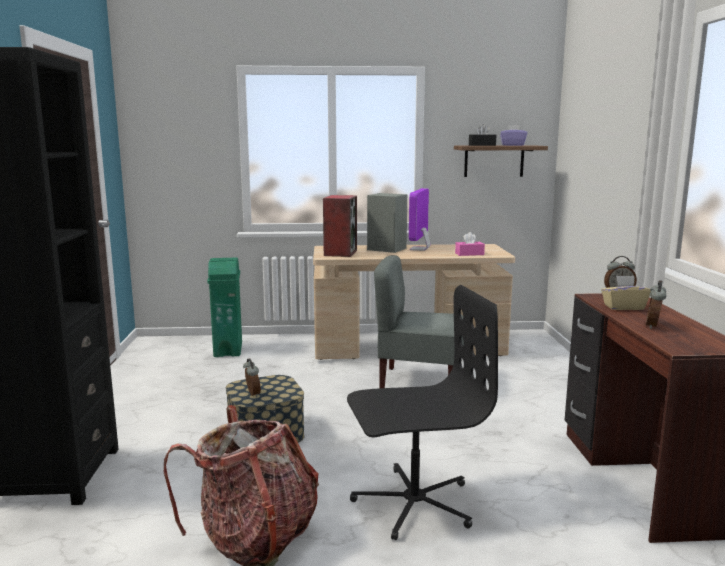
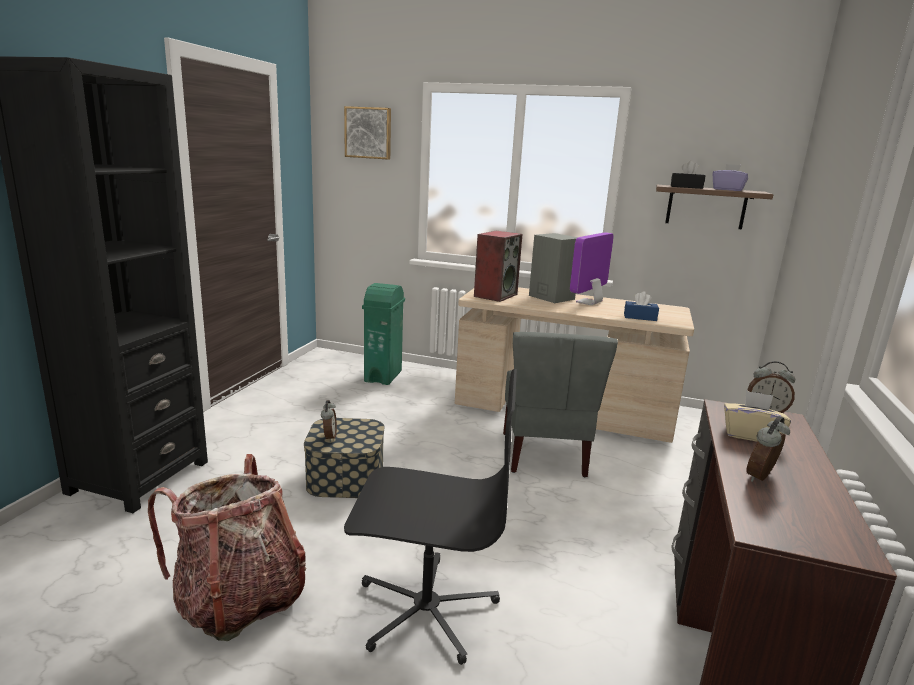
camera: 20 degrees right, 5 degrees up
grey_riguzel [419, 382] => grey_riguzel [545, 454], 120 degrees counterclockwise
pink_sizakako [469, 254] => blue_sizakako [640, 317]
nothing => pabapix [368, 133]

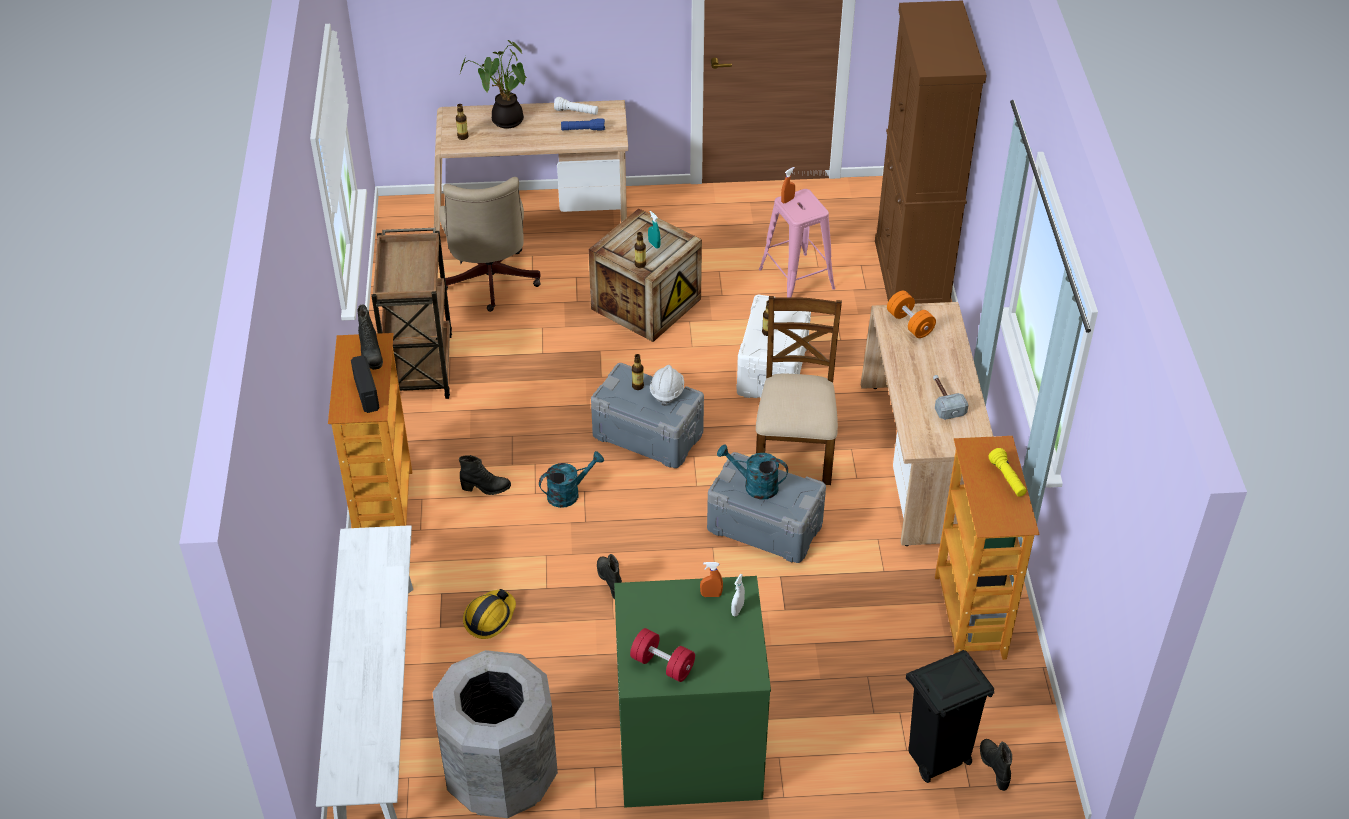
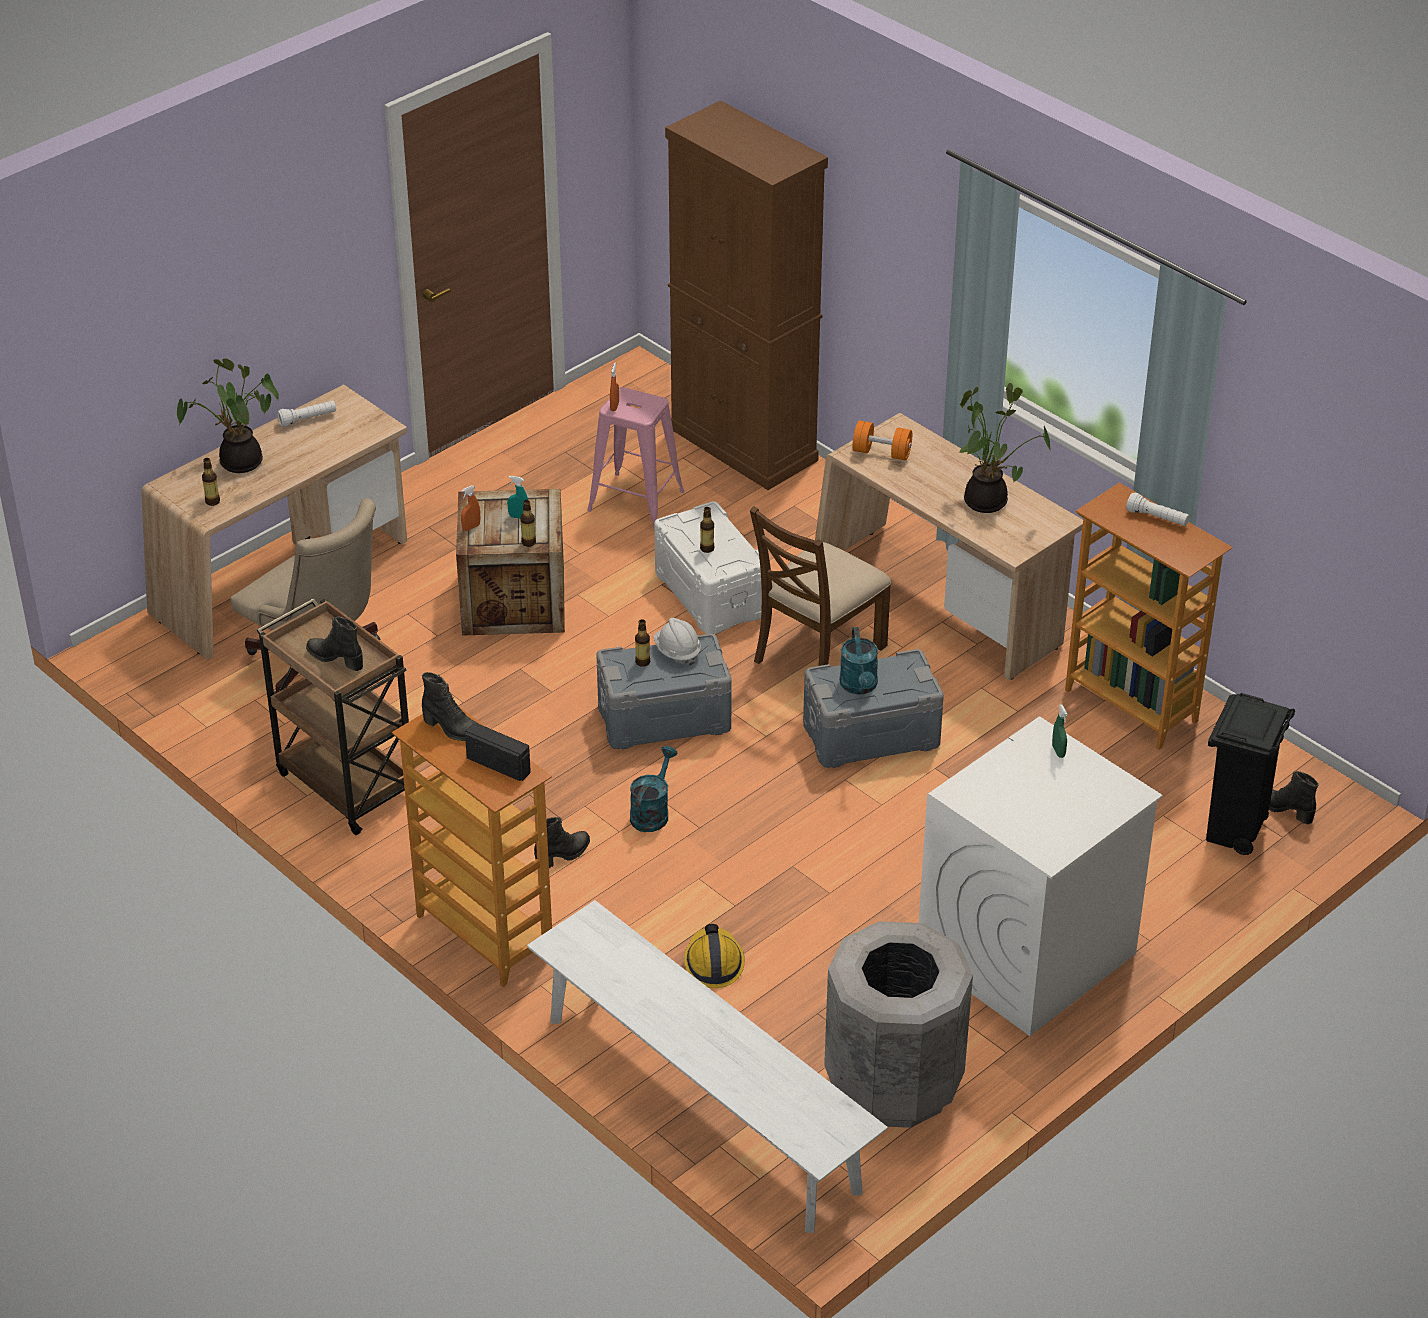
camera: 40 degrees left, 5 degrees down
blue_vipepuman [583, 130] => nothing
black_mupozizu [610, 580] => black_mupozizu [335, 658], moved
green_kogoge [687, 748] => white_kogoge [1026, 955]
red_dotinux [662, 664] => nothing
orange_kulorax [711, 595] => orange_kulorax [471, 527], moved
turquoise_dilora [754, 486] => turquoise_dilora [860, 687], 75 degrees counterclockwise
white_kulorax [737, 610] => green_kulorax [1058, 751]
brown_riguzel [795, 449] => brown_riguzel [817, 653], 105 degrees counterclockwise
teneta [944, 400] => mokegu [989, 501]
yellow_vipepuman [1007, 479] => white_vipepuman [1157, 518]

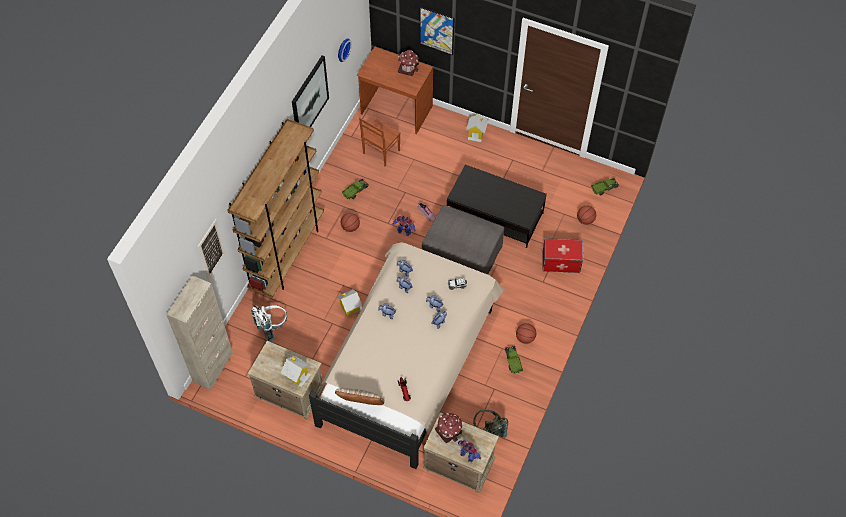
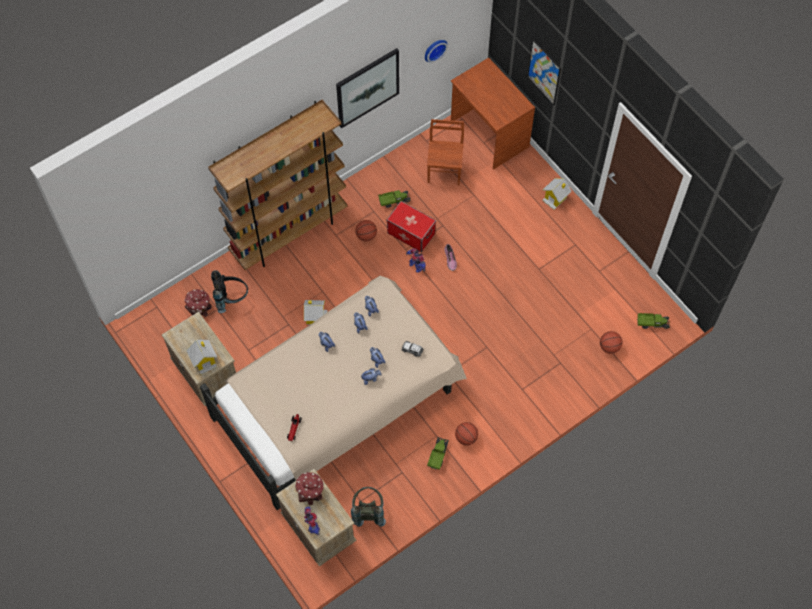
camera: 30 degrees right, 5 degrees up
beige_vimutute [213, 367] => nothing
pabapix [211, 249] => nothing
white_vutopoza [272, 326] => black_vutopoza [231, 299]
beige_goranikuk [361, 405] => nothing
brown_riguzel [380, 152] => brown_riguzel [445, 171], 120 degrees clockwise
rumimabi [408, 68] => rumimabi [199, 307], moved
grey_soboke [461, 254] => nothing
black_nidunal [494, 215] => nothing
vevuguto [561, 262] => vevuguto [411, 233], moved

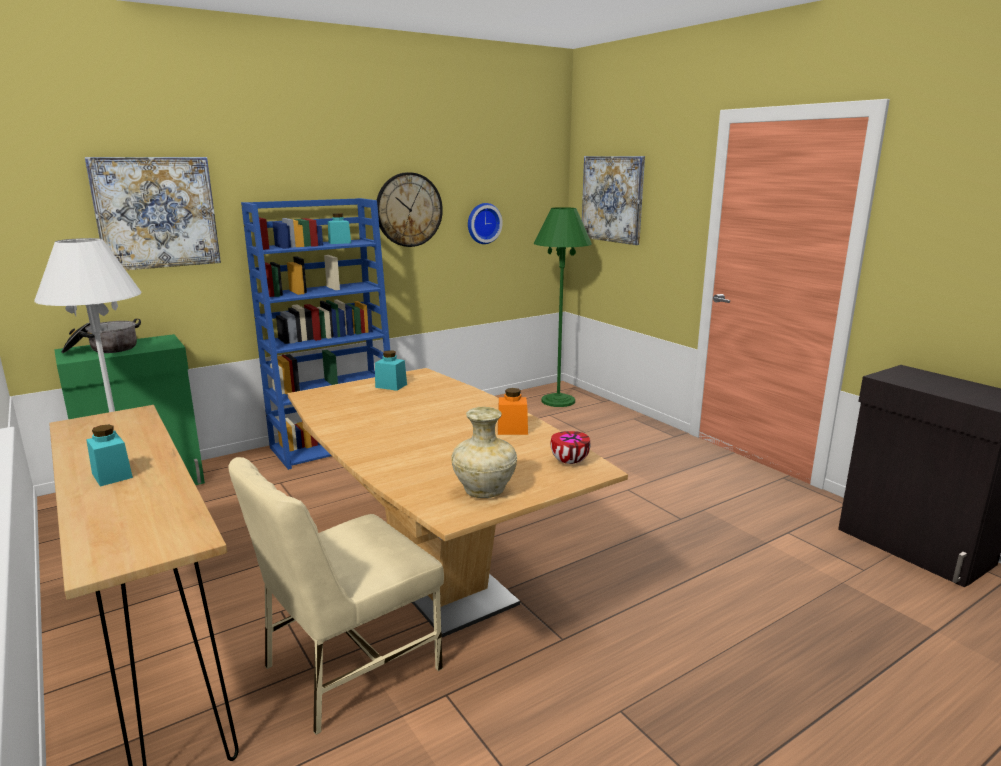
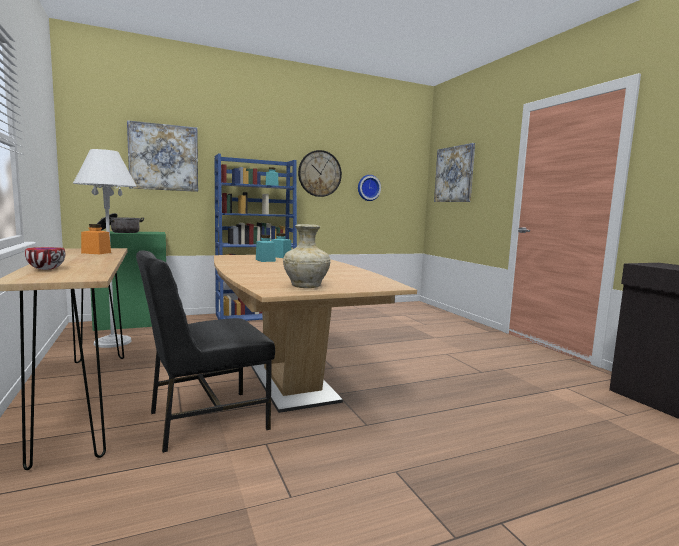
camera: 10 degrees right, 10 degrees down
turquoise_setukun [112, 475] => turquoise_setukun [265, 260], moved
beige_riguzel [348, 667] => black_riguzel [205, 420]
orange_setukun [512, 430] => orange_setukun [96, 253], moved
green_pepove [558, 401] => nothing
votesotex [568, 461] => votesotex [46, 269], moved

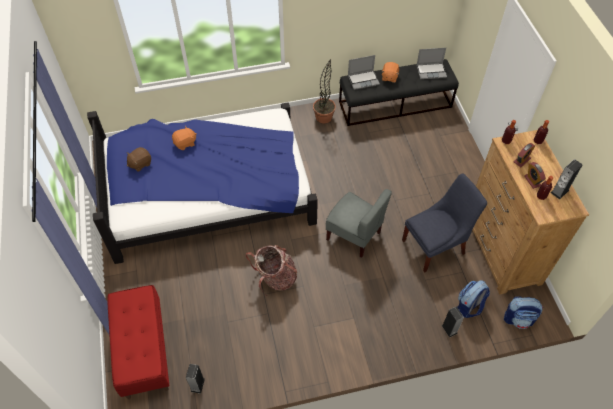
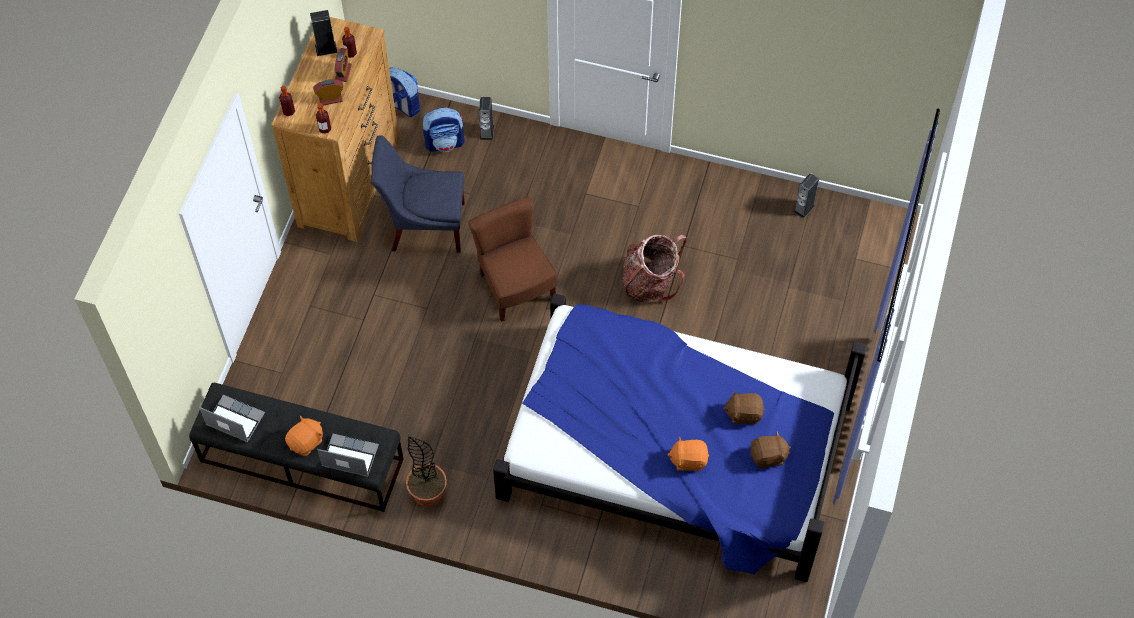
camera: 150 degrees left, 5 degrees up
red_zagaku [143, 350] => nothing
grey_riguzel [354, 235] => brown_riguzel [516, 287]
nothing => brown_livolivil [744, 413]

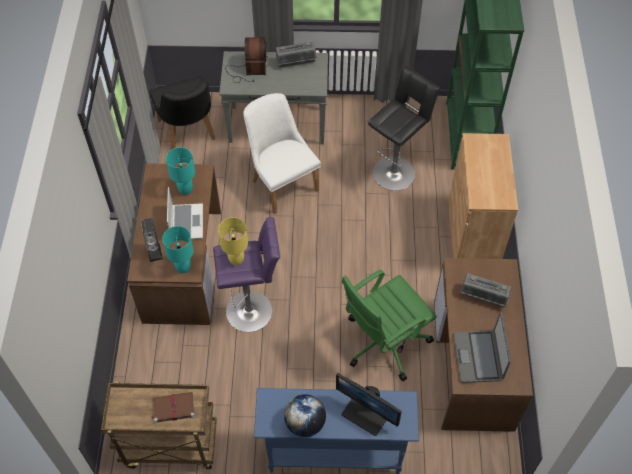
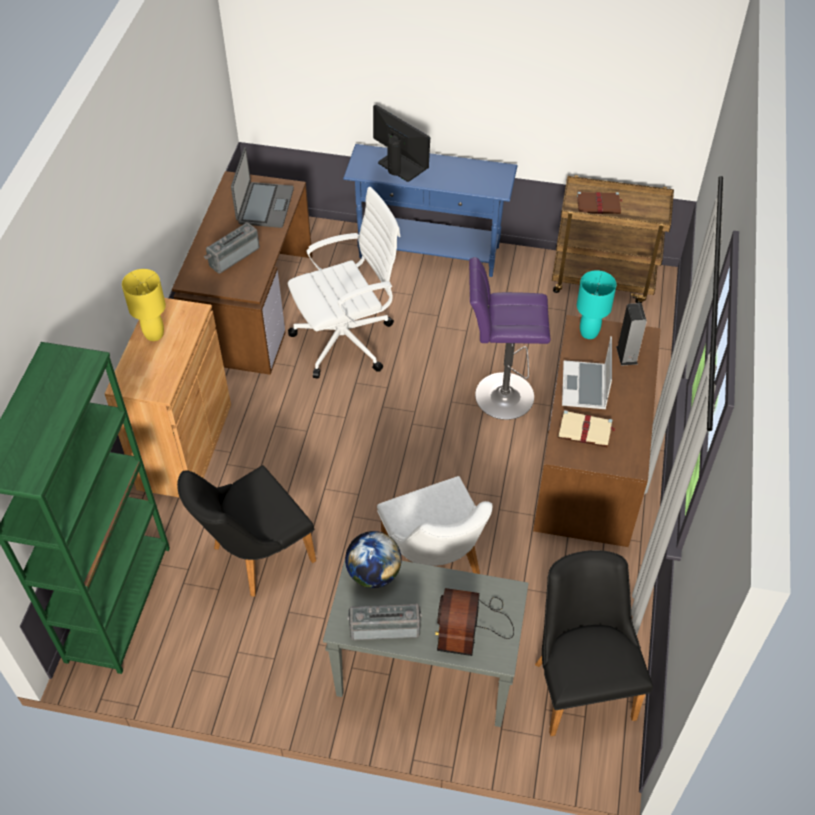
camera: 170 degrees left, 5 degrees down
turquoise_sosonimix [185, 190] => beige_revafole [586, 431]
yellow_sosonimix [236, 260] => yellow_sosonimix [154, 334], moved
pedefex [305, 423] => pedefex [374, 573], moved
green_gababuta [383, 343] => white_gababuta [347, 340]
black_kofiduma [395, 171] => black_riguzel [254, 557]
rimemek [483, 298] => rimemek [232, 256], 75 degrees counterclockwise

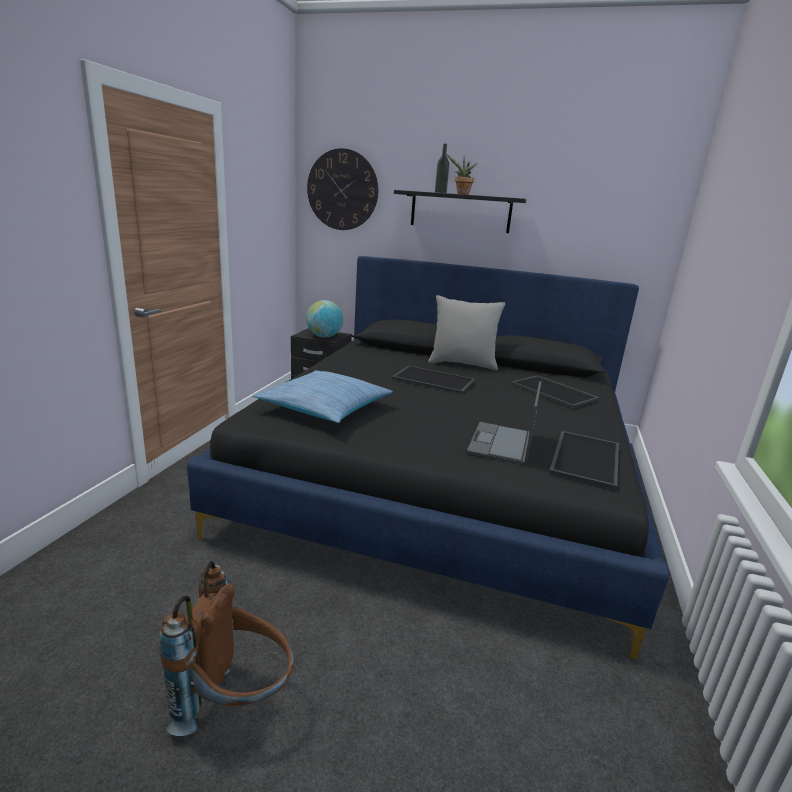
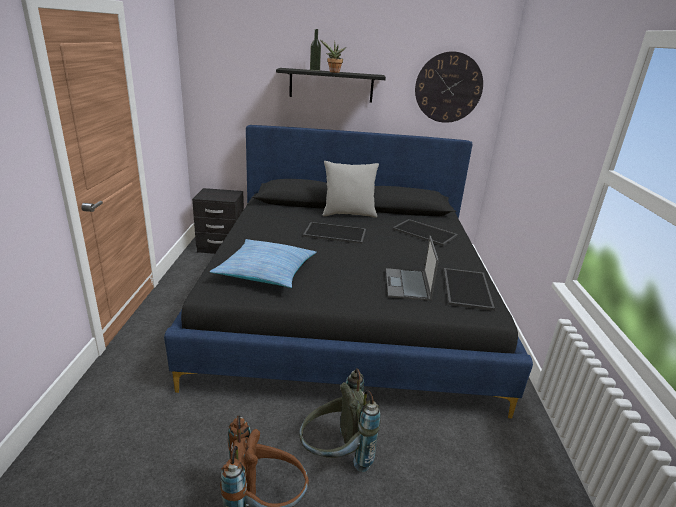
camera: 15 degrees left, 5 degrees up
pedefex [324, 336] => nothing
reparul [342, 190] => reparul [448, 87], moved
nothing => grey_vutopoza [335, 456]

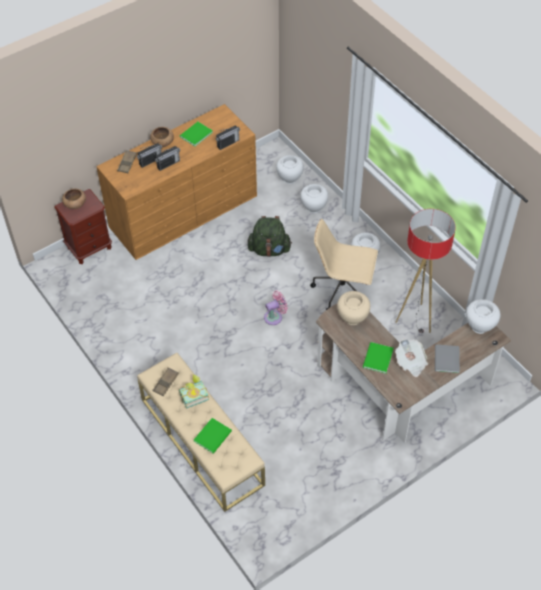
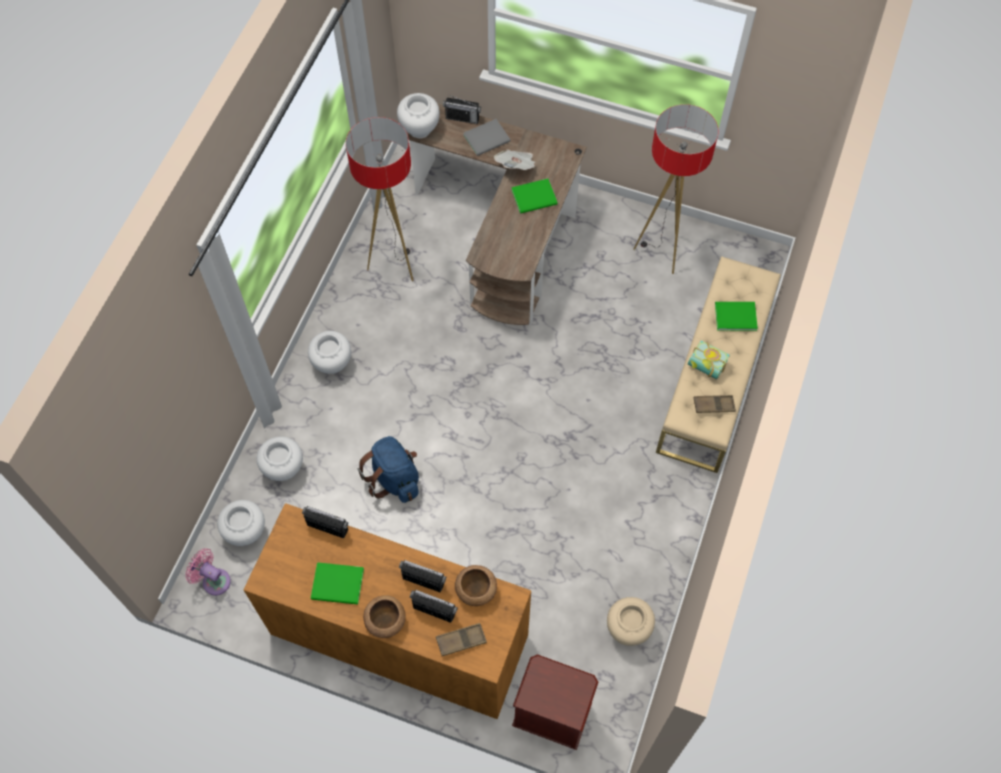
camera: 125 degrees left, 10 degrees up
brown_votesotex [75, 204] => brown_votesotex [476, 590], moved
green_vutopoza [269, 249] => blue_vutopoza [394, 478]
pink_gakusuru [275, 317] => pink_gakusuru [213, 580], moved
beige_gababuta [342, 291] => nothing
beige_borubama [352, 318] => beige_borubama [628, 629], moved
nothing => rimemek [462, 118]
nothing => pepove [660, 252]

